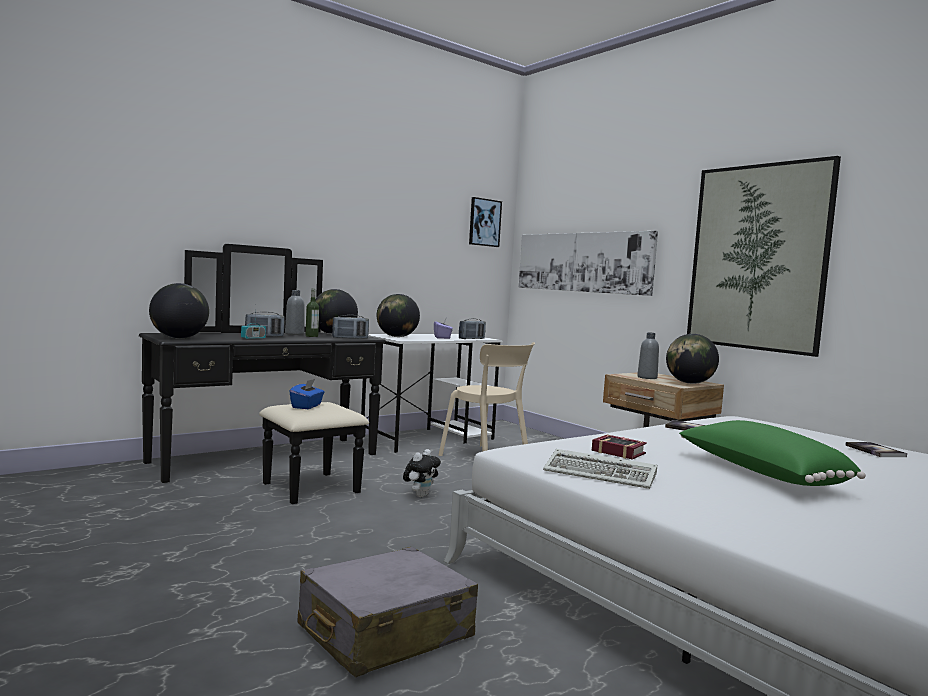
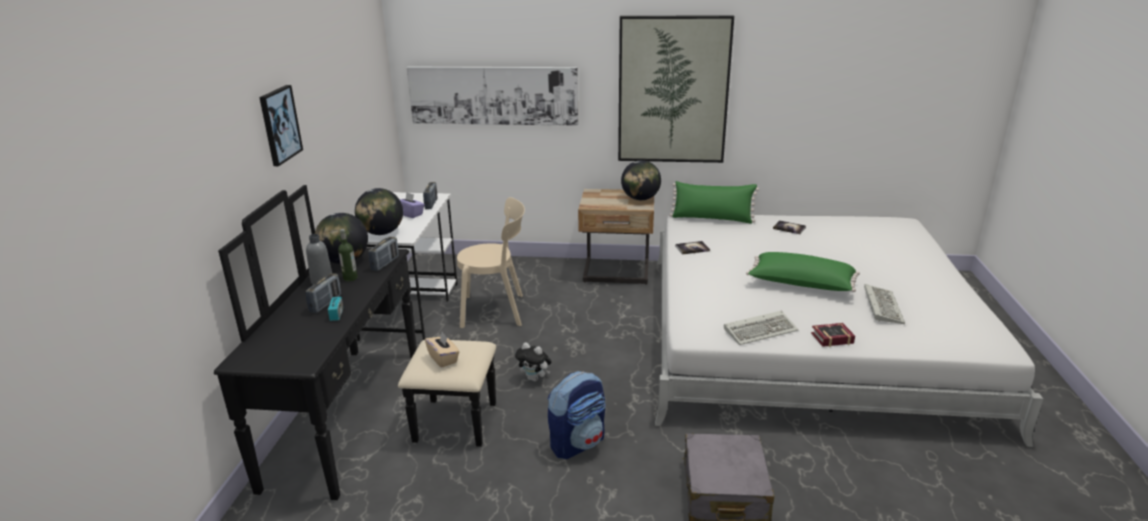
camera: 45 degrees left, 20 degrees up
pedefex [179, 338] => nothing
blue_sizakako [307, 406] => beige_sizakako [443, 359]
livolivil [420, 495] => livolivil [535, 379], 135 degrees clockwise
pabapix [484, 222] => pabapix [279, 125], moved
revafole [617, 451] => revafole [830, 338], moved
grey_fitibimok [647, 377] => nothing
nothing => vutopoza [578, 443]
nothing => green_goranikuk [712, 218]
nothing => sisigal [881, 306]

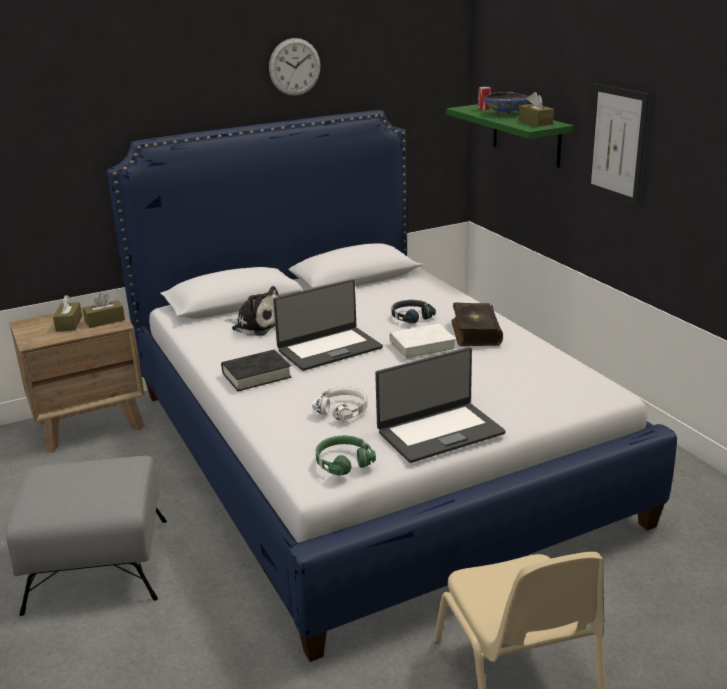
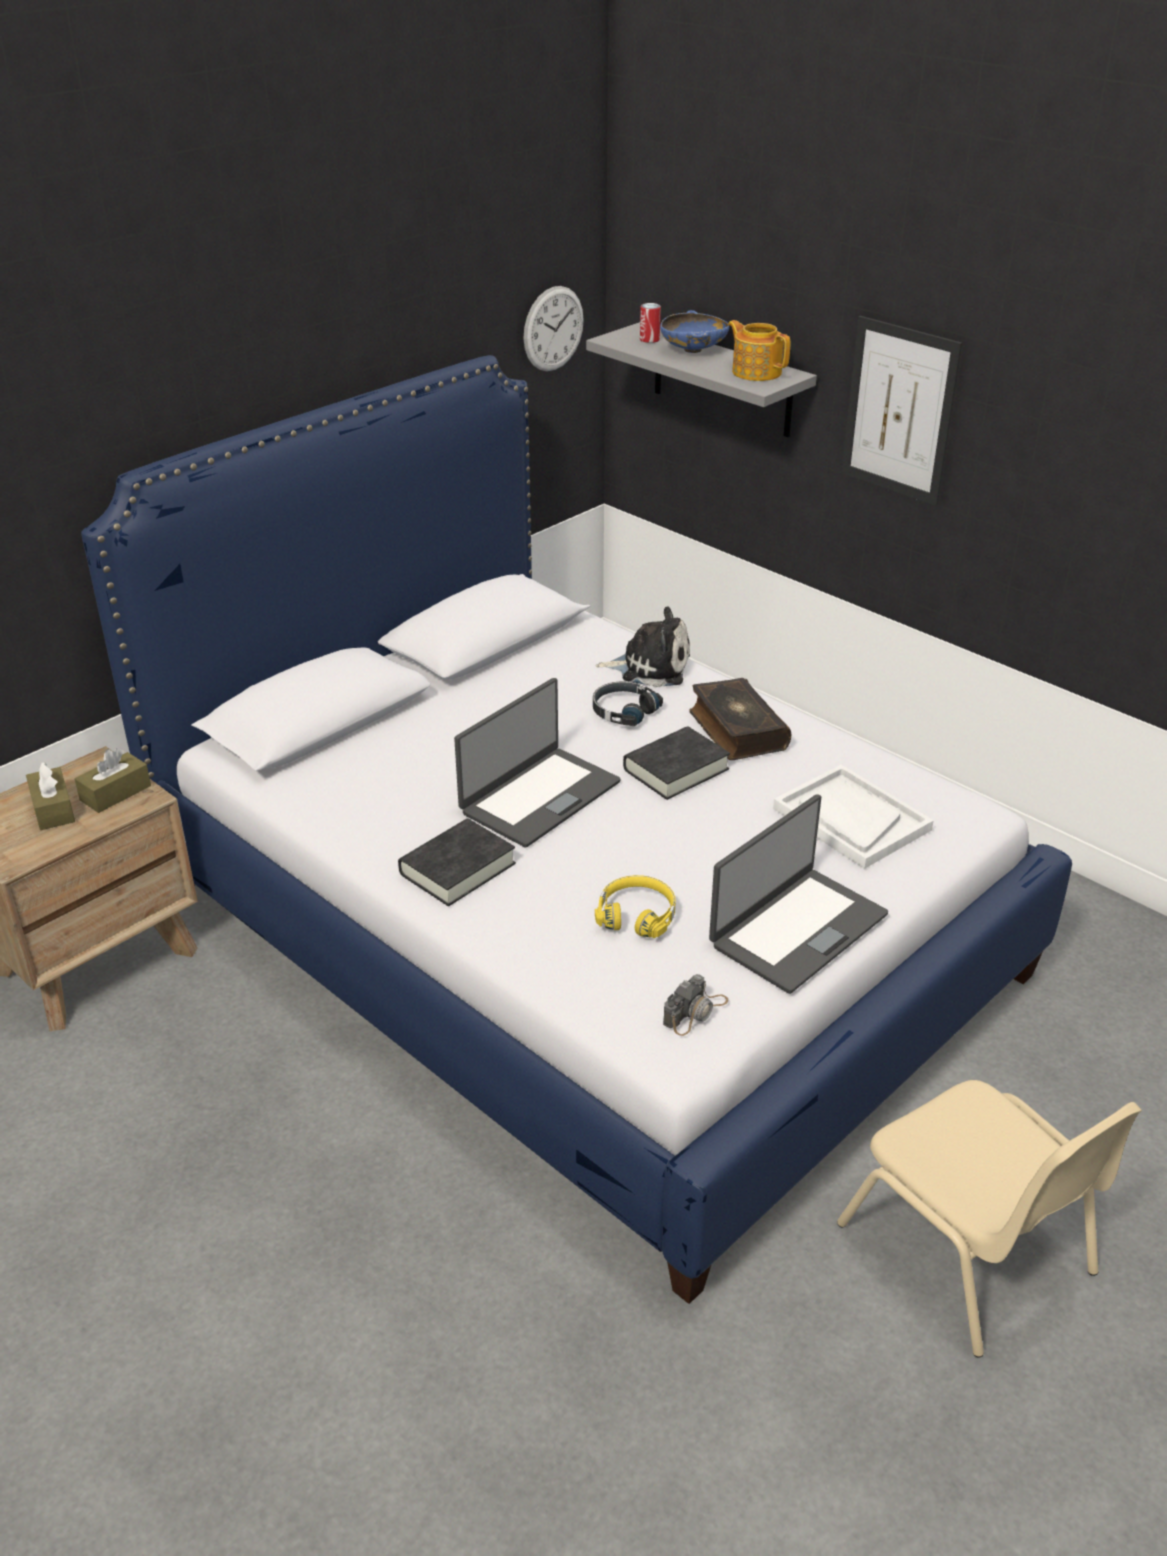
camera: 20 degrees left, 10 degrees up
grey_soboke [99, 565] => nothing
livolivil [257, 324] => livolivil [650, 667], moved
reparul [294, 67] => reparul [553, 329], moved
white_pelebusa [343, 409] => yellow_pelebusa [637, 914]
green_pelebusa [343, 461] => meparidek [695, 1011]
white_revafole [422, 346] => black_revafole [676, 769]
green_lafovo [526, 135] => grey_lafovo [722, 380]
brown_sizakako [535, 122] => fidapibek [756, 372]
nothing => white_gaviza [851, 819]

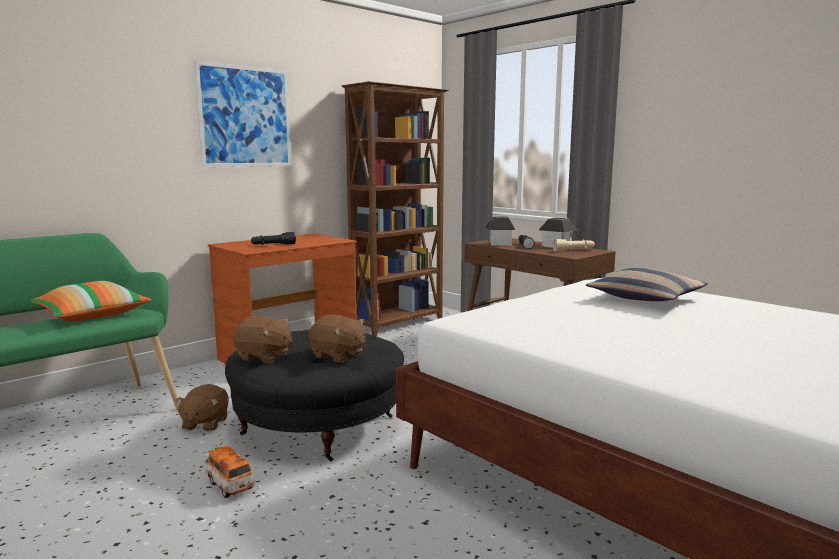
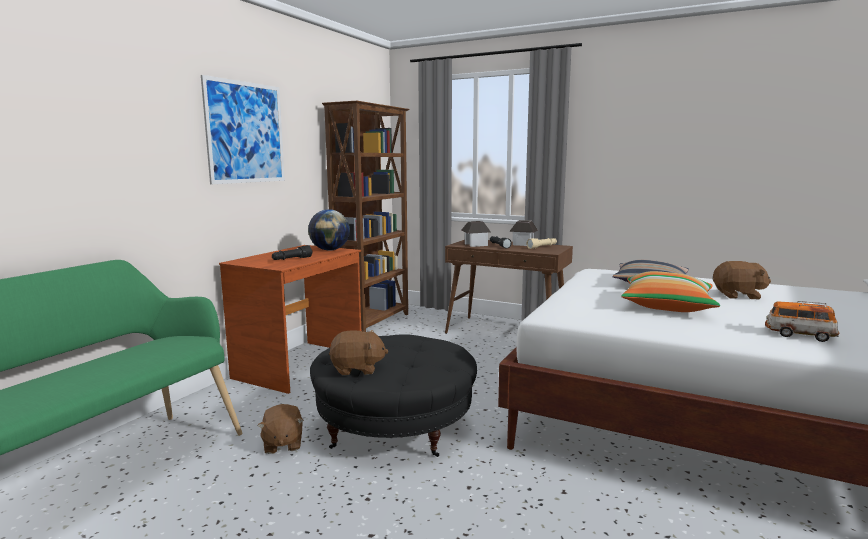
camera: 20 degrees left, 0 degrees up
goranikuk [92, 316] => goranikuk [667, 306], moved
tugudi [230, 485] => tugudi [799, 335], moved
brown_livolivil [338, 355] => brown_livolivil [738, 295], moved
nothing => pedefex [330, 250]

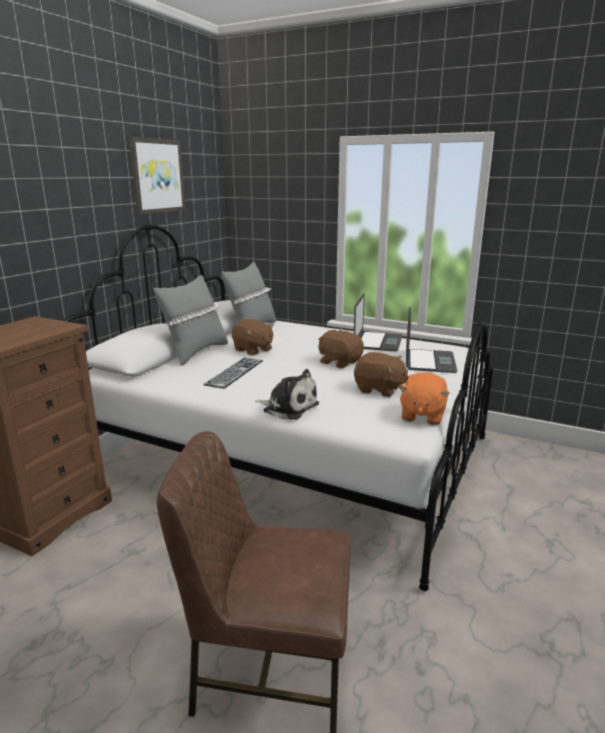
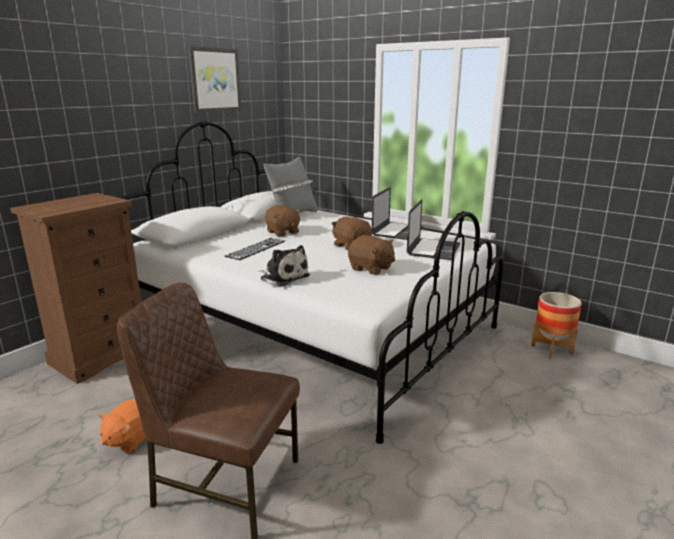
camera: 10 degrees right, 0 degrees up
grey_goranikuk [195, 352] => nothing
orange_livolivil [422, 415] => orange_livolivil [130, 440], moved
nothing => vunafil [551, 349]

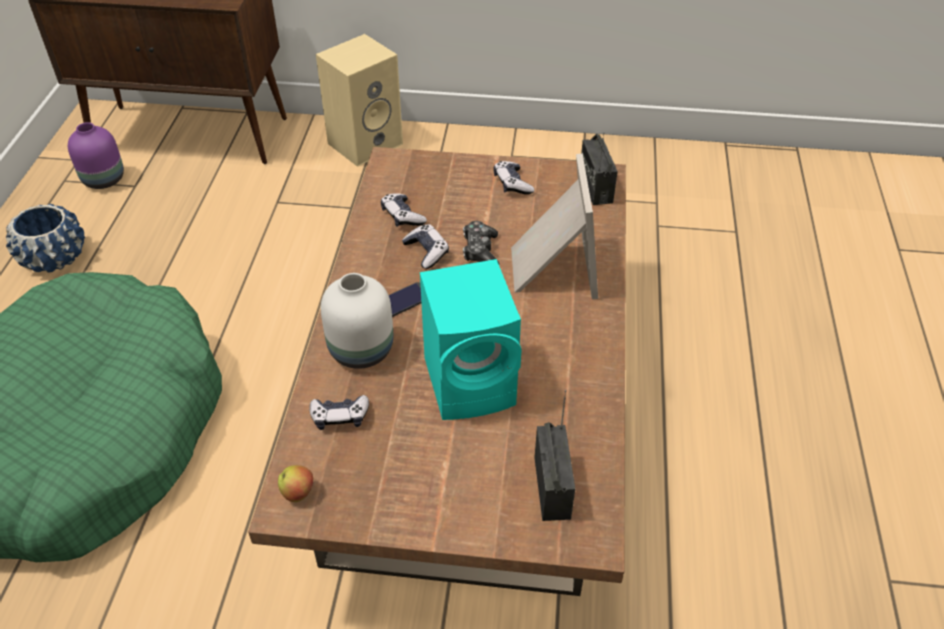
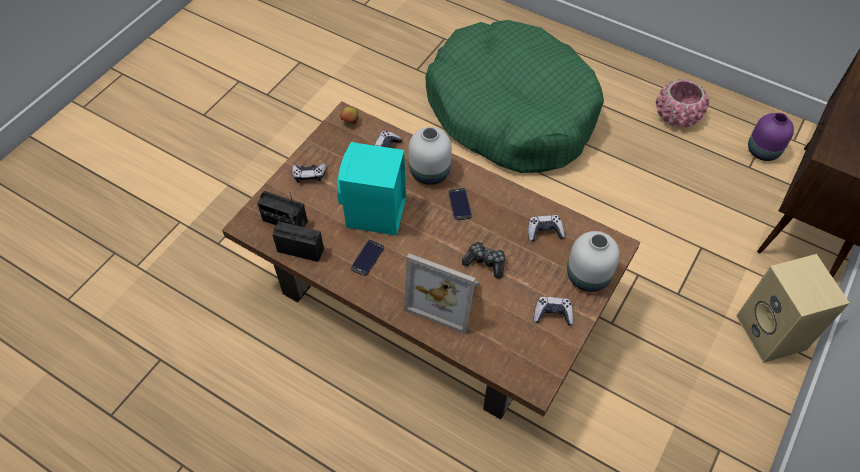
camera: 115 degrees right, 10 degrees up
blue_vunafil [54, 257] => pink_vunafil [677, 116]
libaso [426, 252] => libaso [309, 175], moved
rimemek [595, 187] => rimemek [300, 250], moved
nothing => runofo [367, 258]
nothing => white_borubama [586, 276]

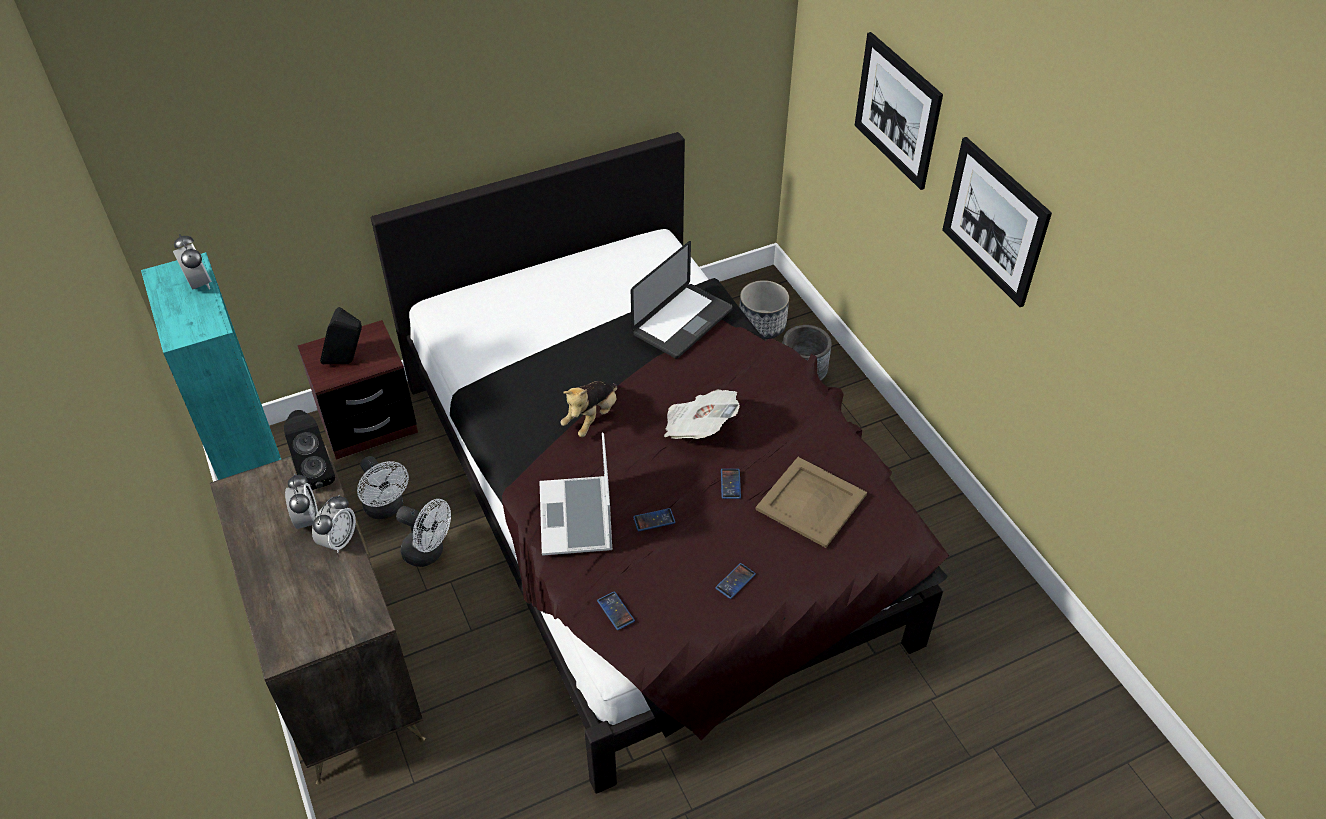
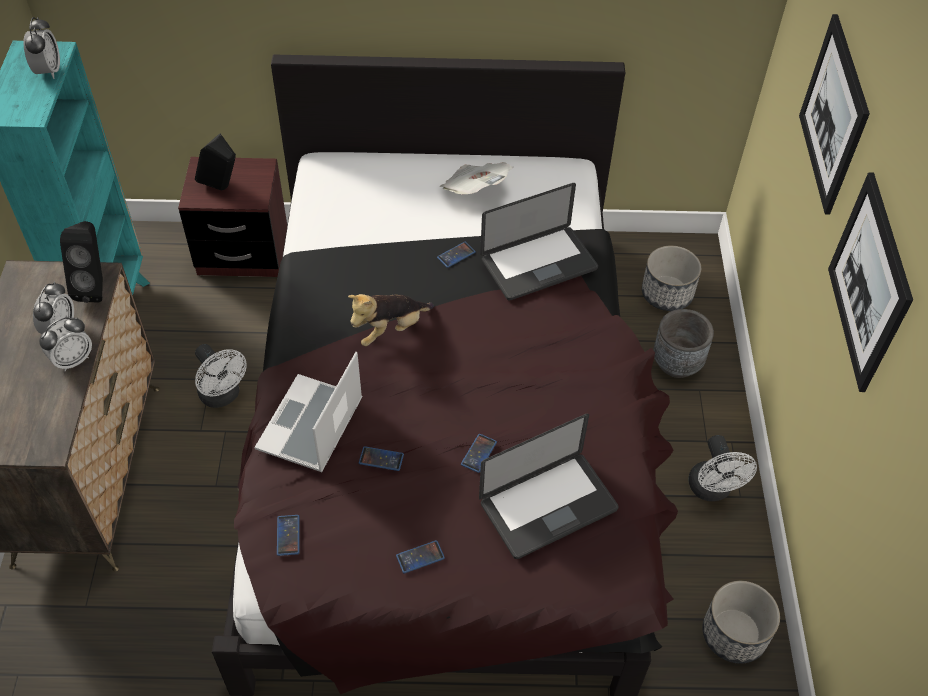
camera: 25 degrees right, 5 degrees up
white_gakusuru [386, 508] => white_gakusuru [712, 490], moved
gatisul [699, 428] => gatisul [475, 190], moved
beige_gaviza [811, 501] => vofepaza [548, 506]
nothing => runofo [456, 255]
nothing => vunafil [733, 634]

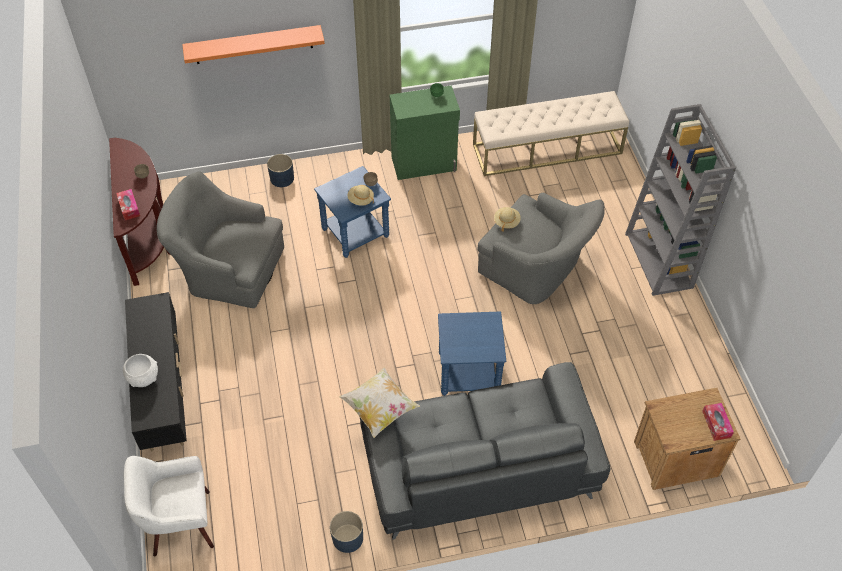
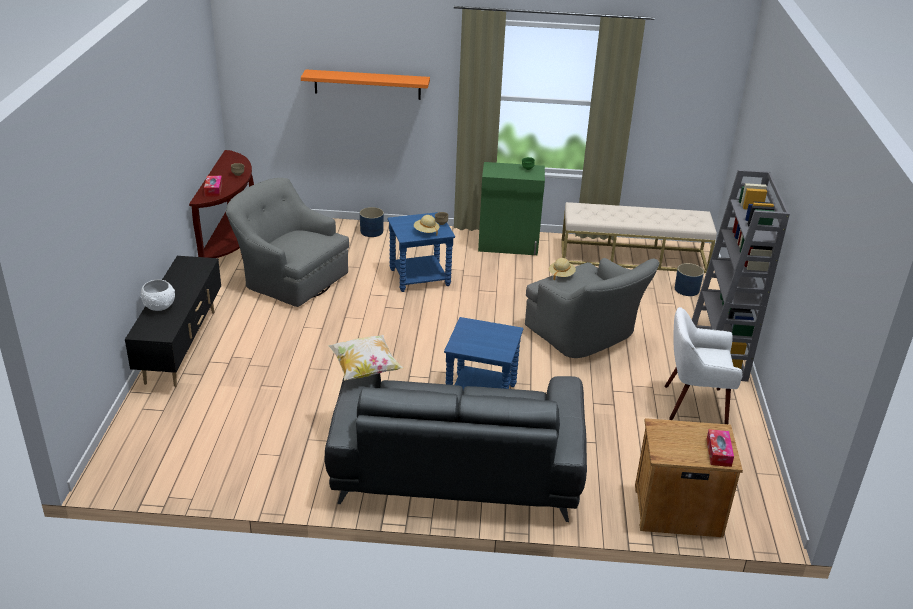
camera: 15 degrees right, 20 degrees down
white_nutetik [180, 524] => white_nutetik [694, 404], moved
blue_vunafil [347, 538] => blue_vunafil [686, 289], moved

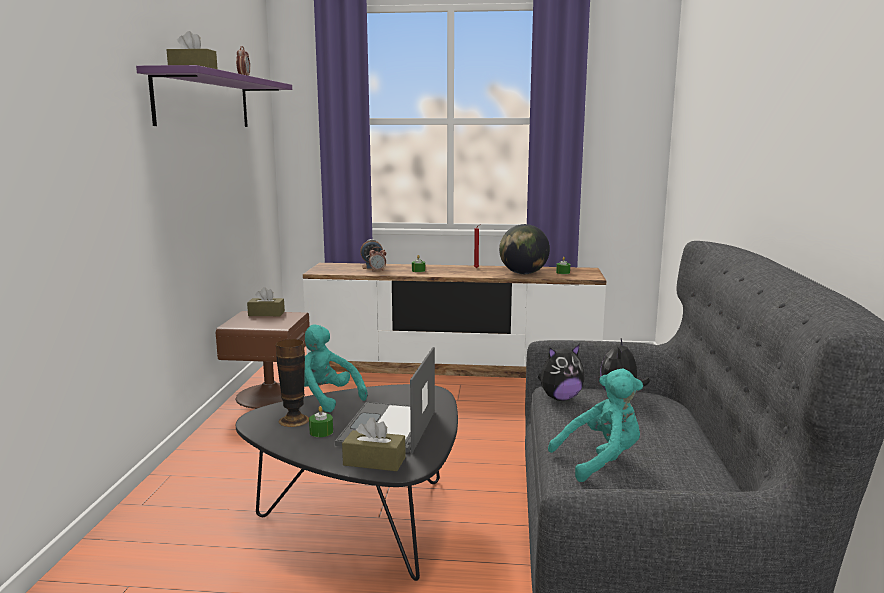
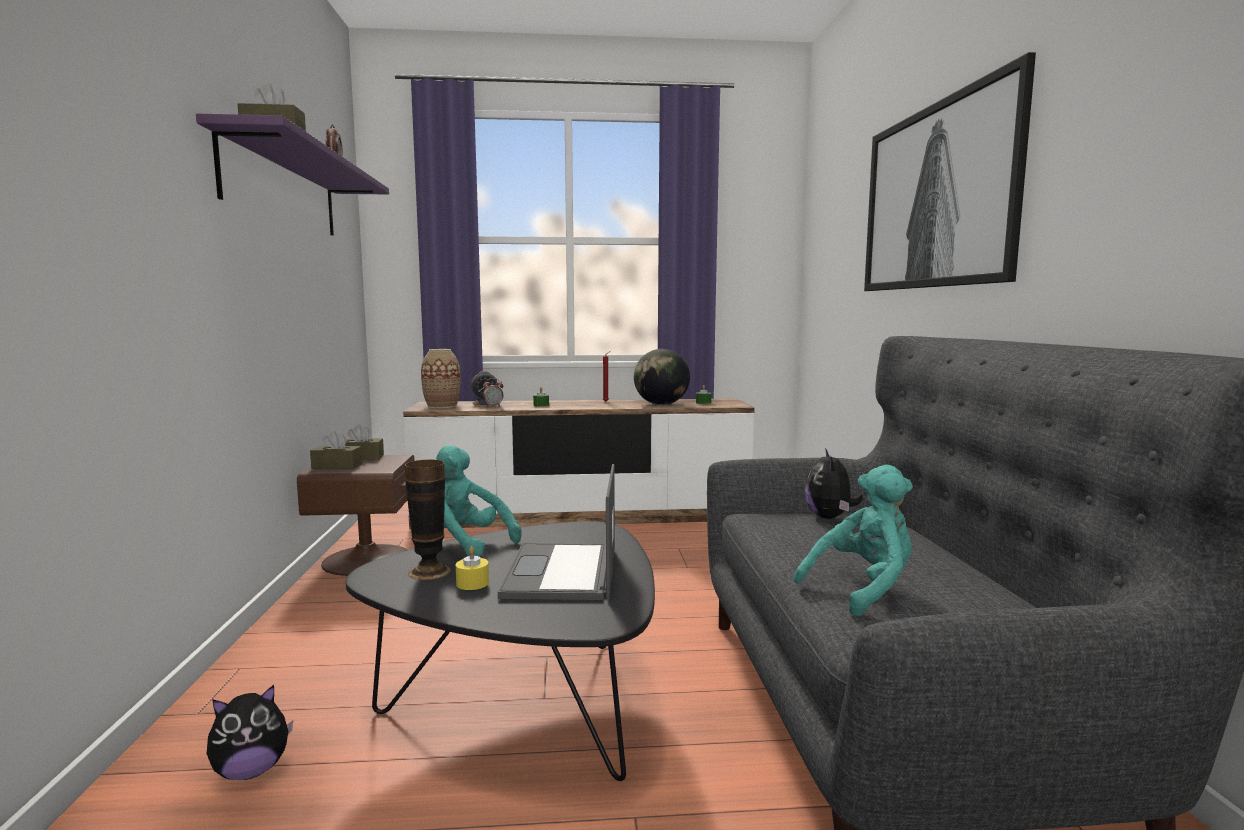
camera: 10 degrees left, 5 degrees down
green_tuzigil [321, 432] => yellow_tuzigil [472, 583]
brown_sizakako [374, 461] => brown_sizakako [337, 466], moved
livolivil [560, 398] => livolivil [251, 771], moved
nothing => borubama [442, 406]
nothing => pabapix [938, 197]

